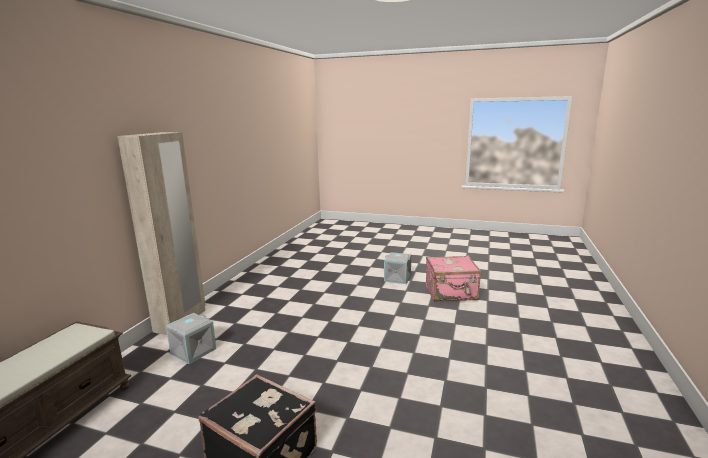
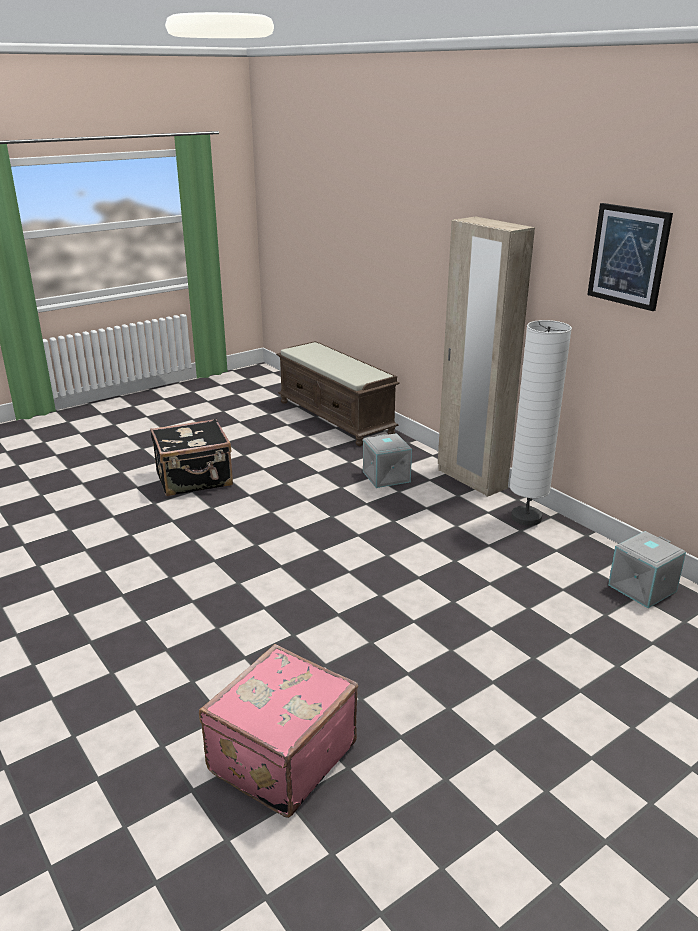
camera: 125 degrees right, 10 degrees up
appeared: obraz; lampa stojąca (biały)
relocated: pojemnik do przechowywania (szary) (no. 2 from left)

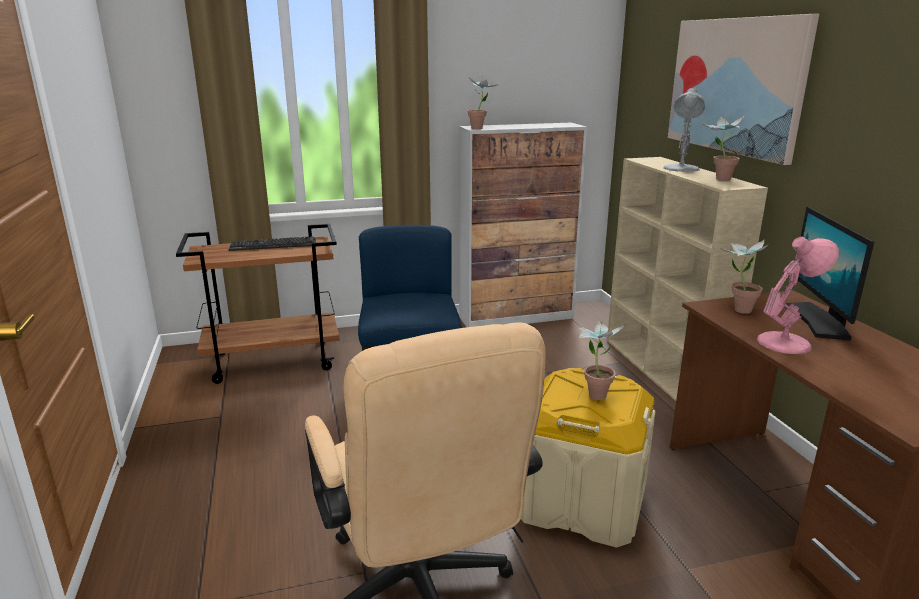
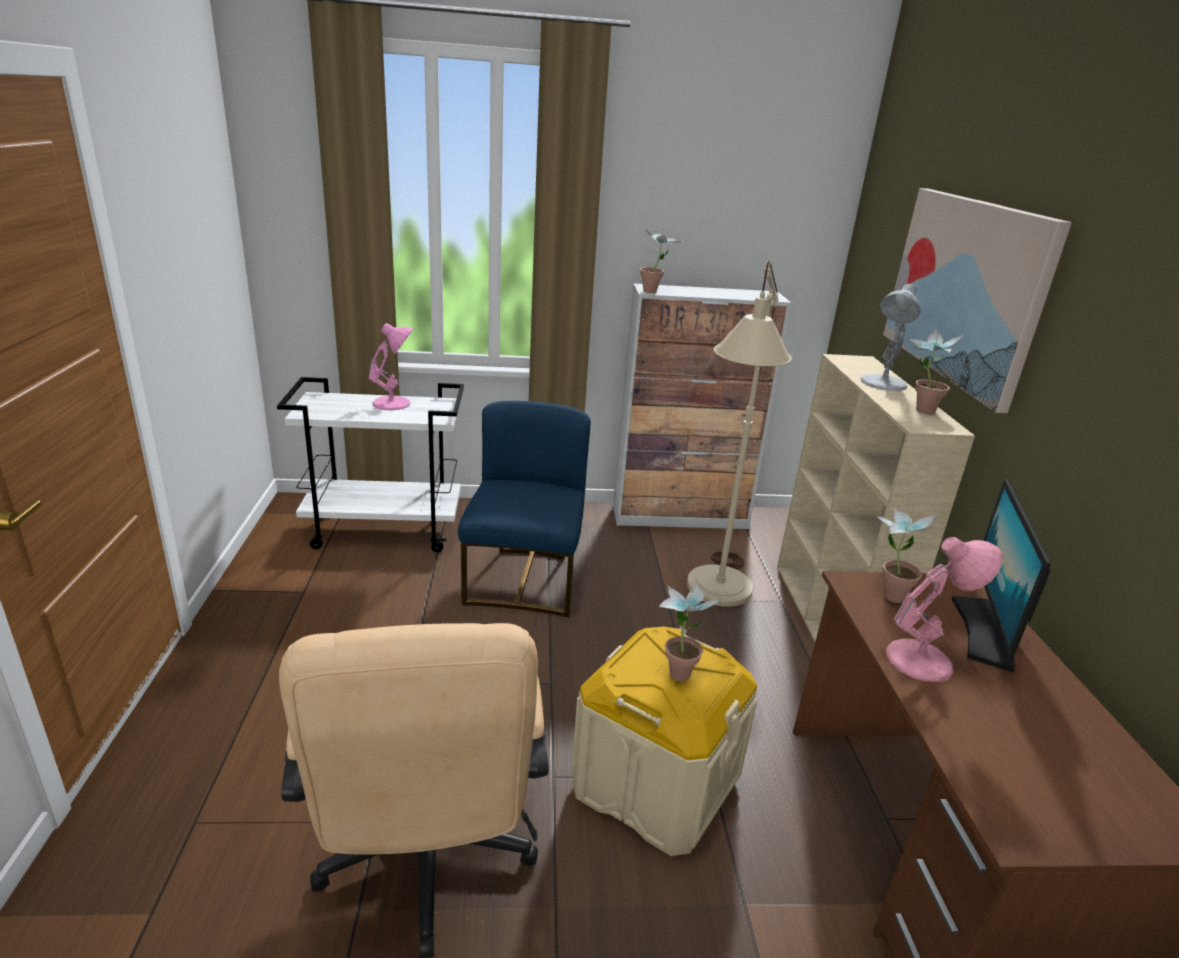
camera: 10 degrees right, 5 degrees up
appeared: lampa stojąca (beżowy)
exchanged: klawiatura to lampa stołowa (różowy) (no. 1 from left)
colour: wózek (brązowy) to wózek (biały)

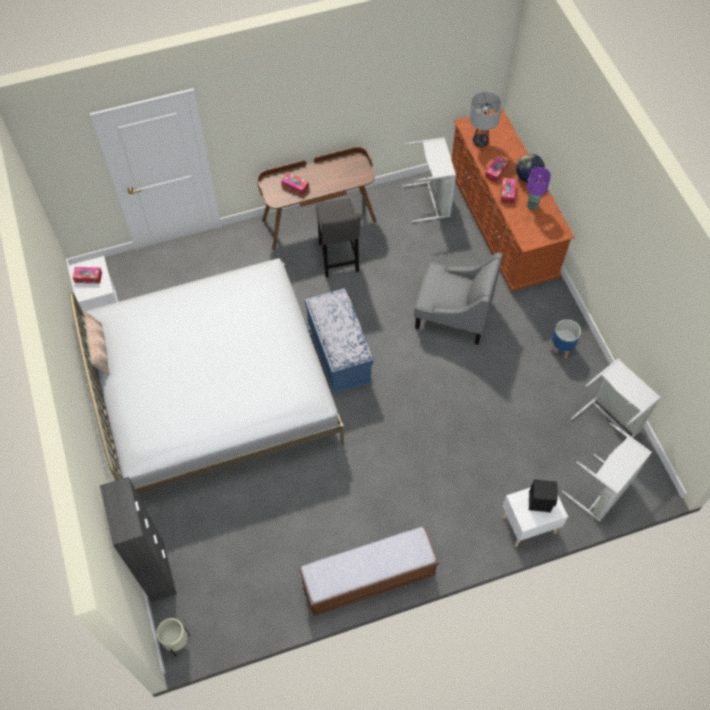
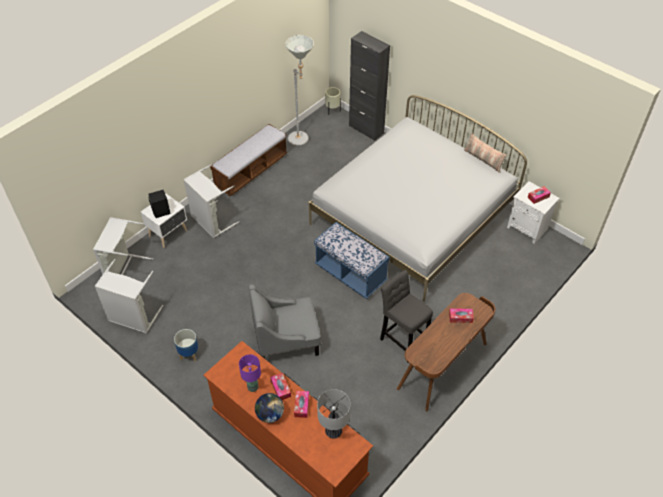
camera: 150 degrees right, 10 degrees down
appeared: lampa stojąca (szary)
relocated: kosz na pranie (szary) (no. 1 from left in the first image) to kosz na pranie (szary) (no. 3 from left)

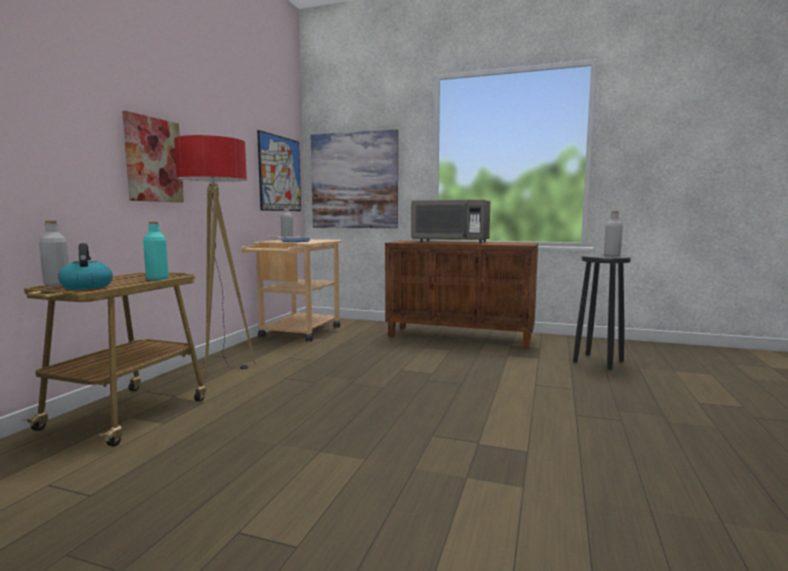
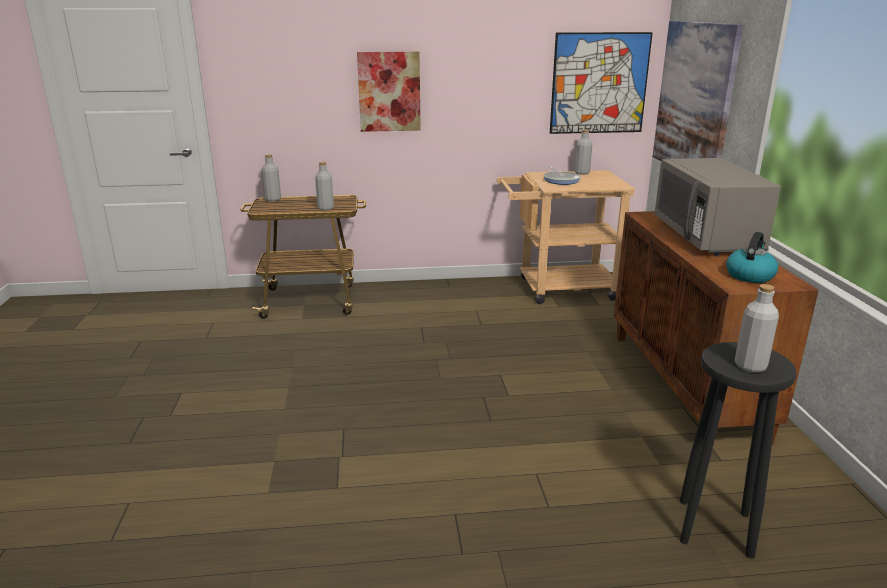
camera: 65 degrees right, 15 degrees up
missing: lampa stojąca
relocated: czajnik
colour: butelka (turkusowy) to butelka (szary) (no. 2 from left)

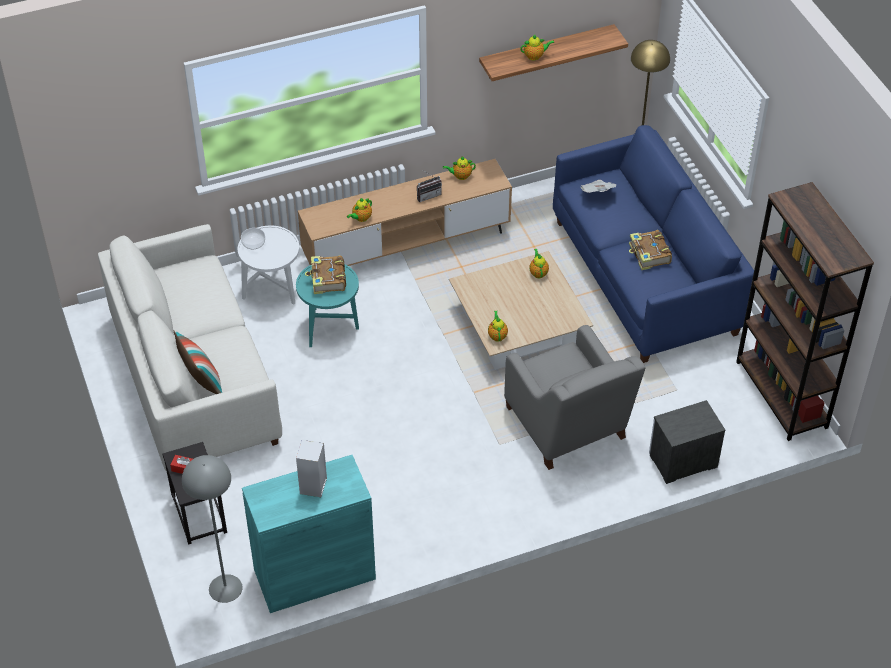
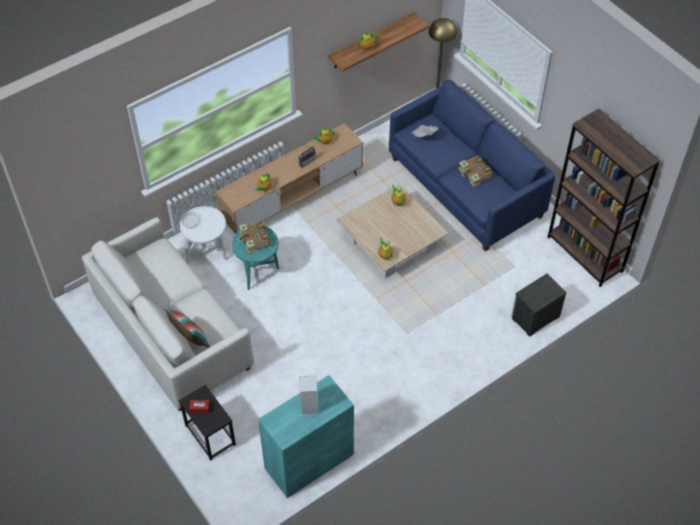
camera: 15 degrees left, 5 degrees up
missing: fotel (szary); lampa stojąca (szary)

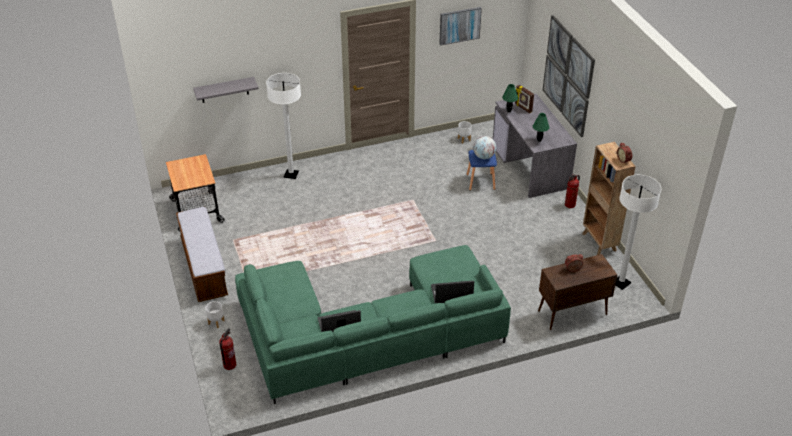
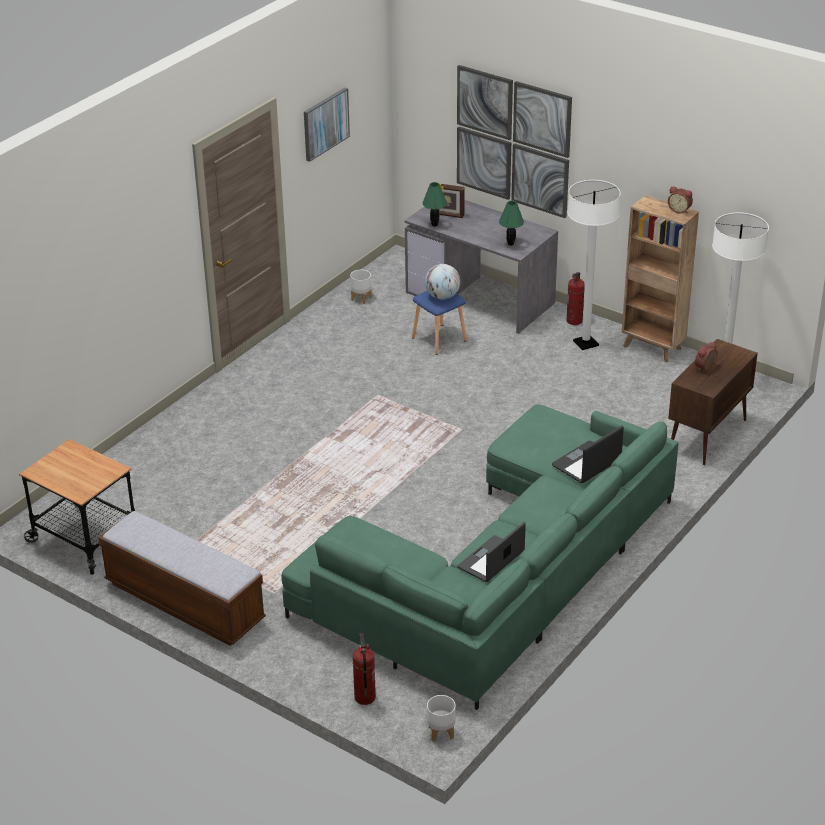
camera: 35 degrees left, 5 degrees down
missing: półka (szary)
relocated: lampa stojąca (biały) (no. 1 from left); donica (biały) (no. 1 from left in the first image) to donica (biały) (no. 2 from left)

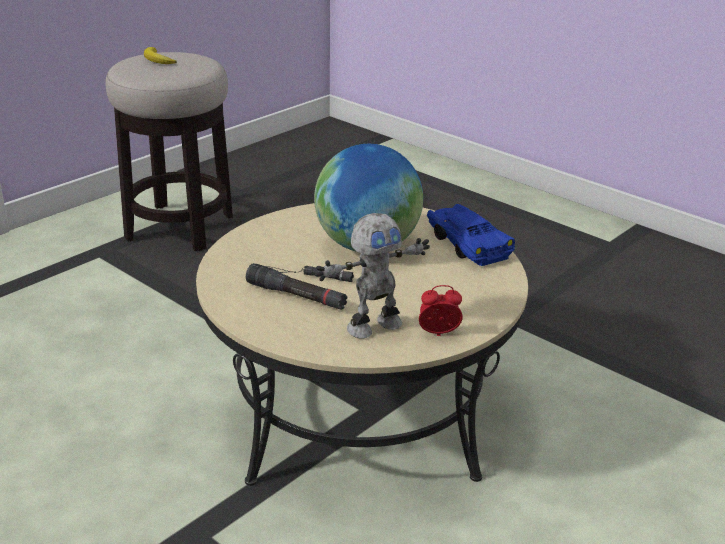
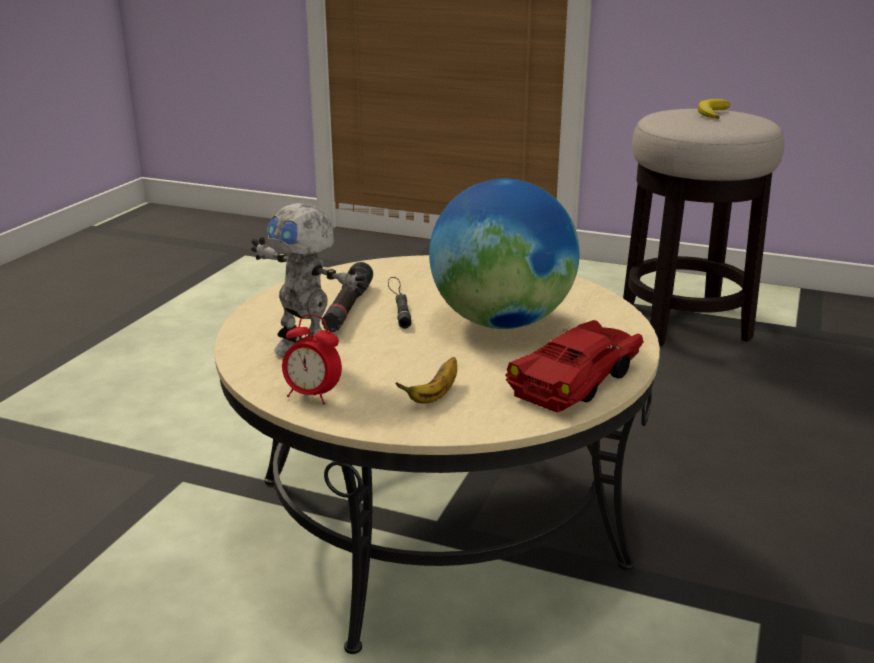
camera: 70 degrees right, 5 degrees down
appeared: banan (no. 1 from left)
colour: samochodzik (niebieski) to samochodzik (czerwony)
spun: budzik 135 degrees clockwise

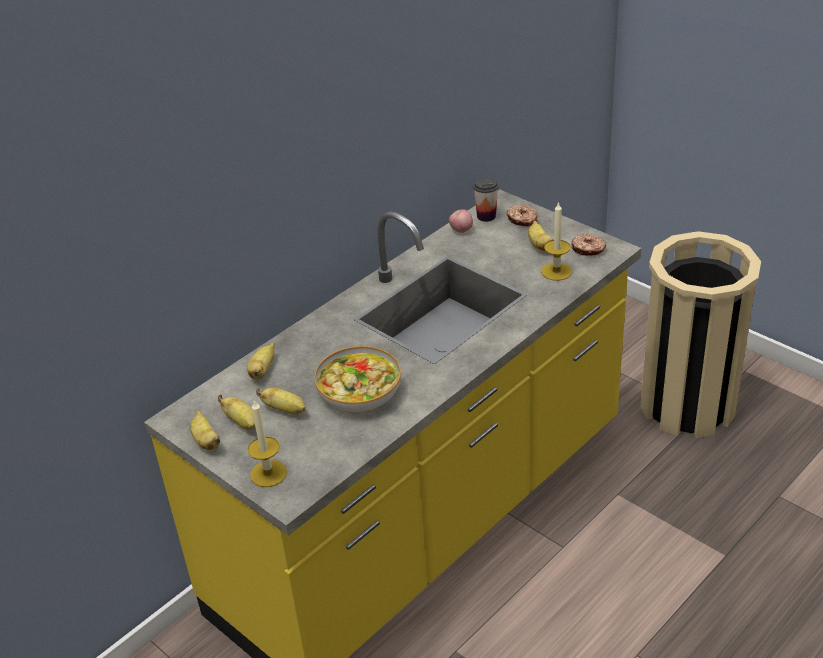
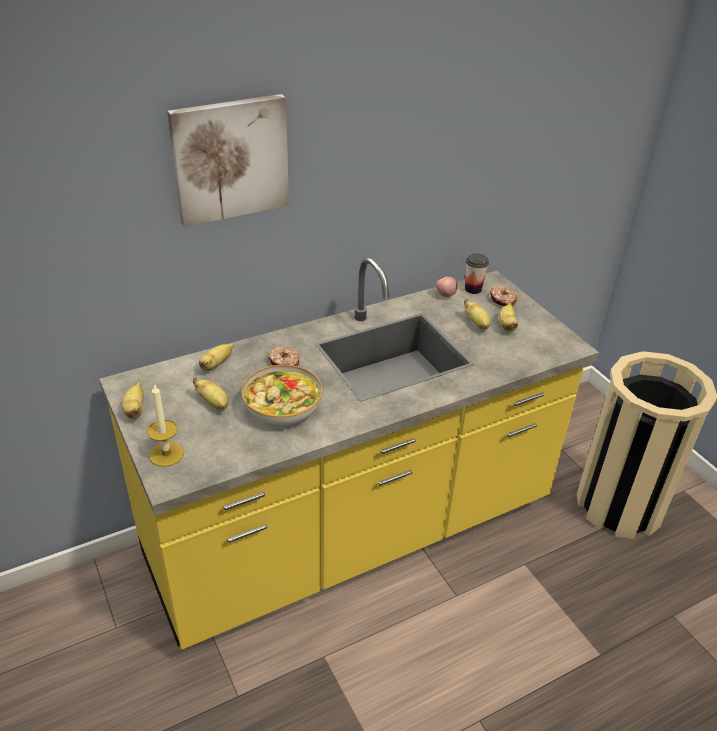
camera: 15 degrees right, 0 degrees up
missing: świeca (no. 2 from left)
appeared: obraz
relocated: donut (no. 2 from left in the first image) to donut (no. 1 from left); banan (no. 2 from left in the first image) to banan (no. 4 from left)

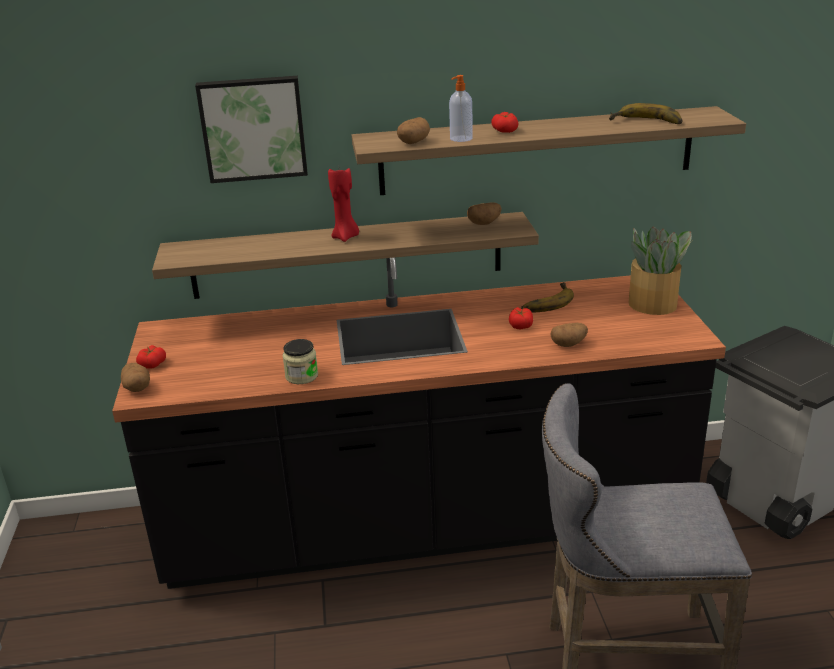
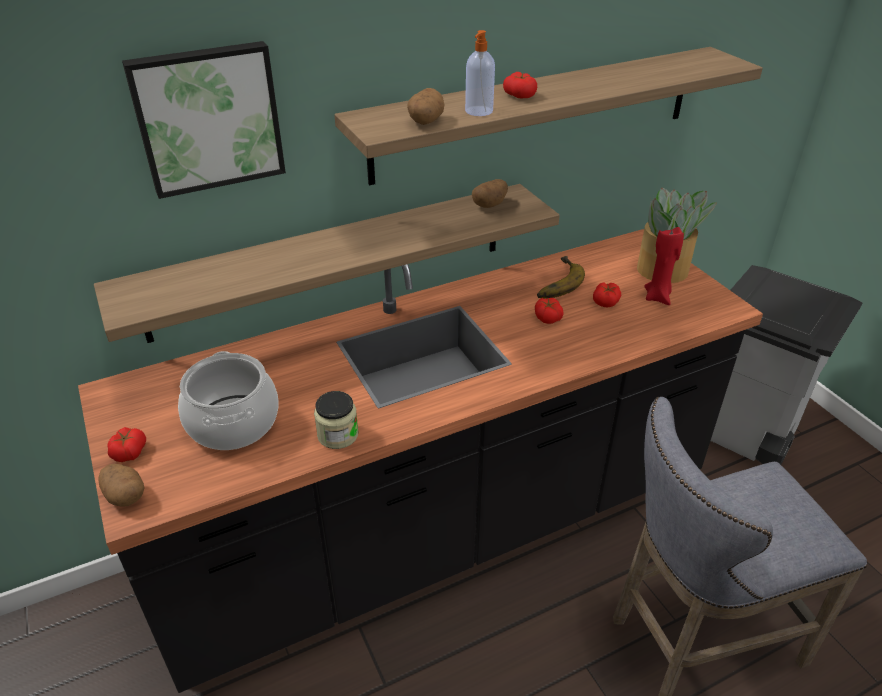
camera: 20 degrees left, 10 degrees up
missing: banan (no. 2 from left); ziemniak (no. 4 from left)
appeared: pomidor (no. 4 from left); garnek
relocated: świeca (czerwony)

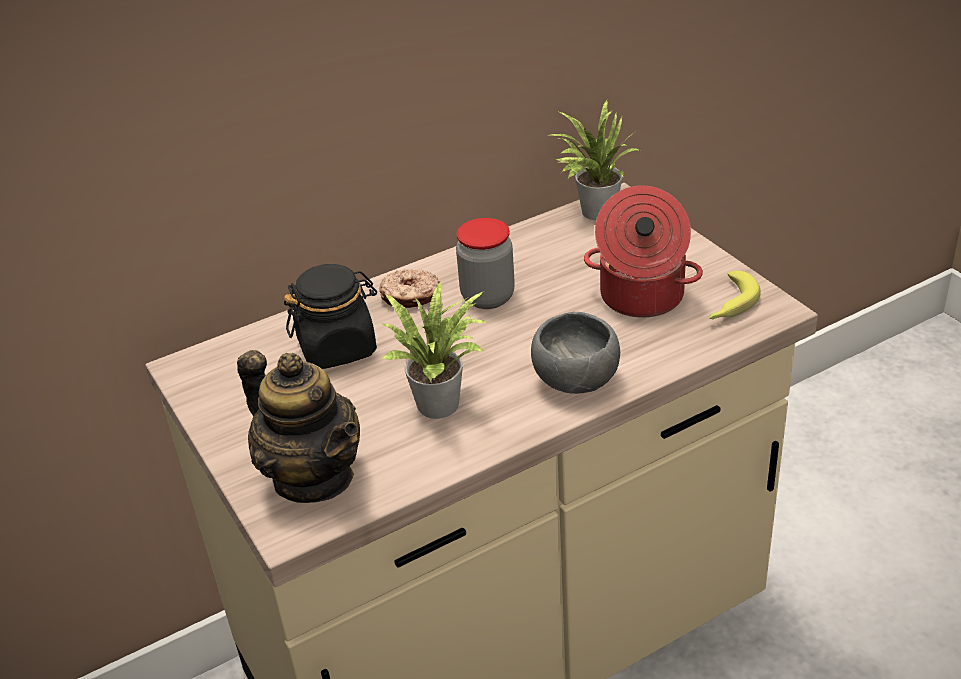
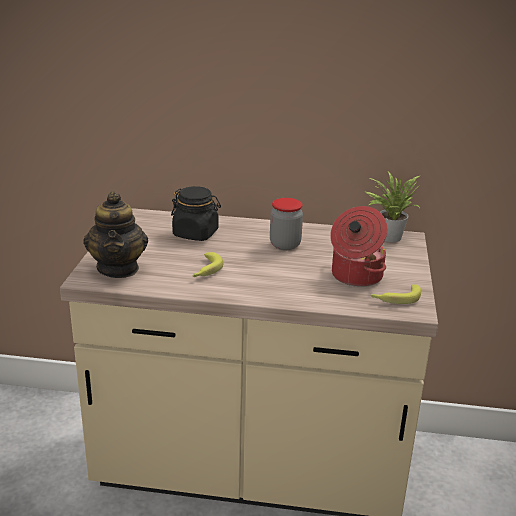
camera: 35 degrees right, 10 degrees down
missing: donut; miska (szary)
exchanged: roślina doniczkowa (no. 1 from left) to banan (no. 1 from left)

